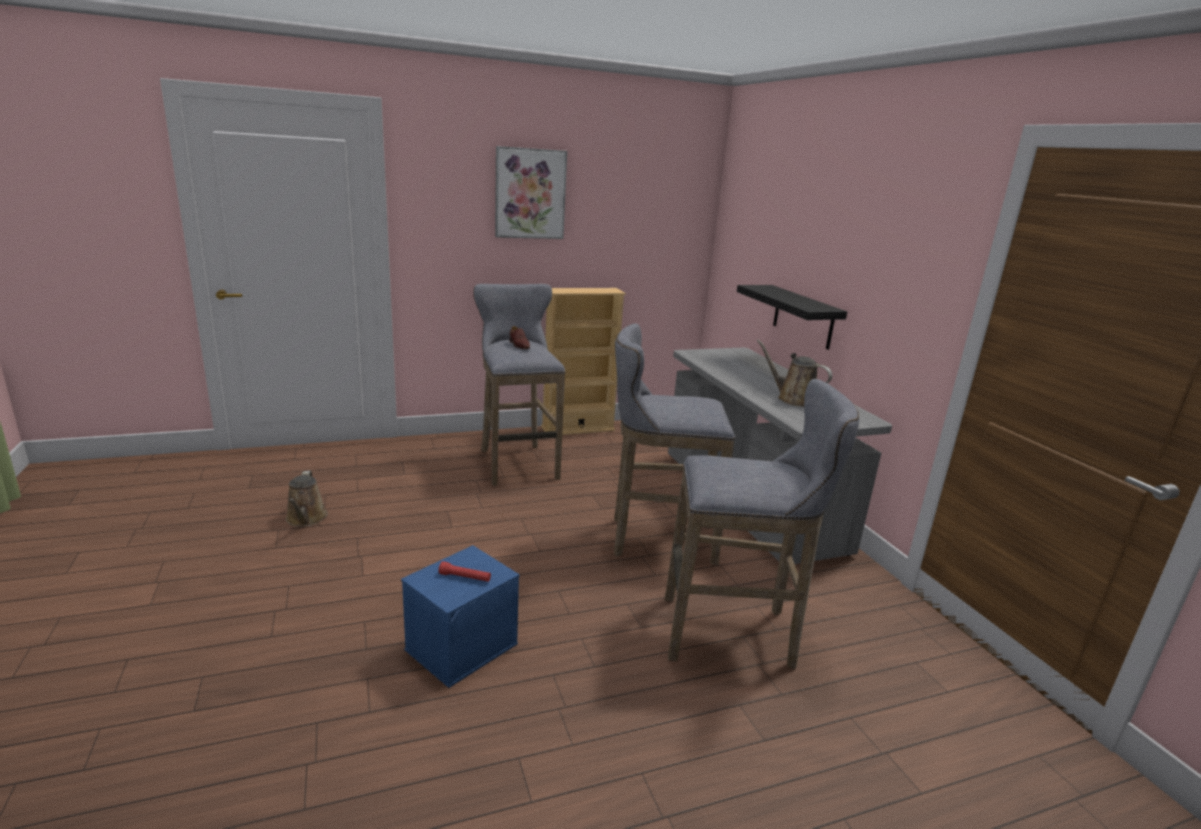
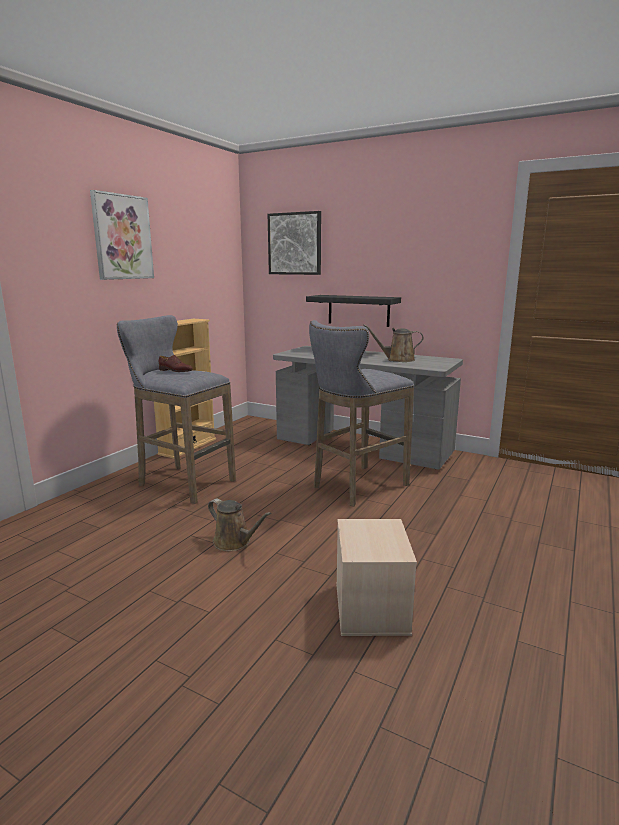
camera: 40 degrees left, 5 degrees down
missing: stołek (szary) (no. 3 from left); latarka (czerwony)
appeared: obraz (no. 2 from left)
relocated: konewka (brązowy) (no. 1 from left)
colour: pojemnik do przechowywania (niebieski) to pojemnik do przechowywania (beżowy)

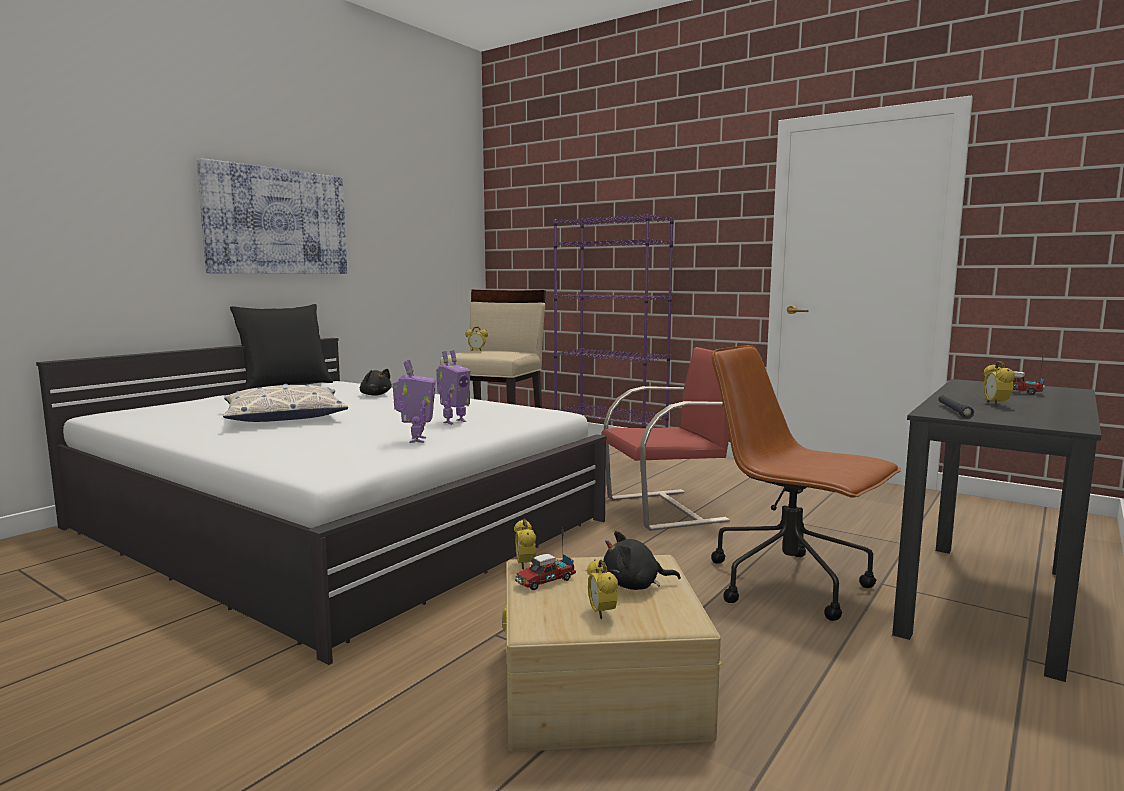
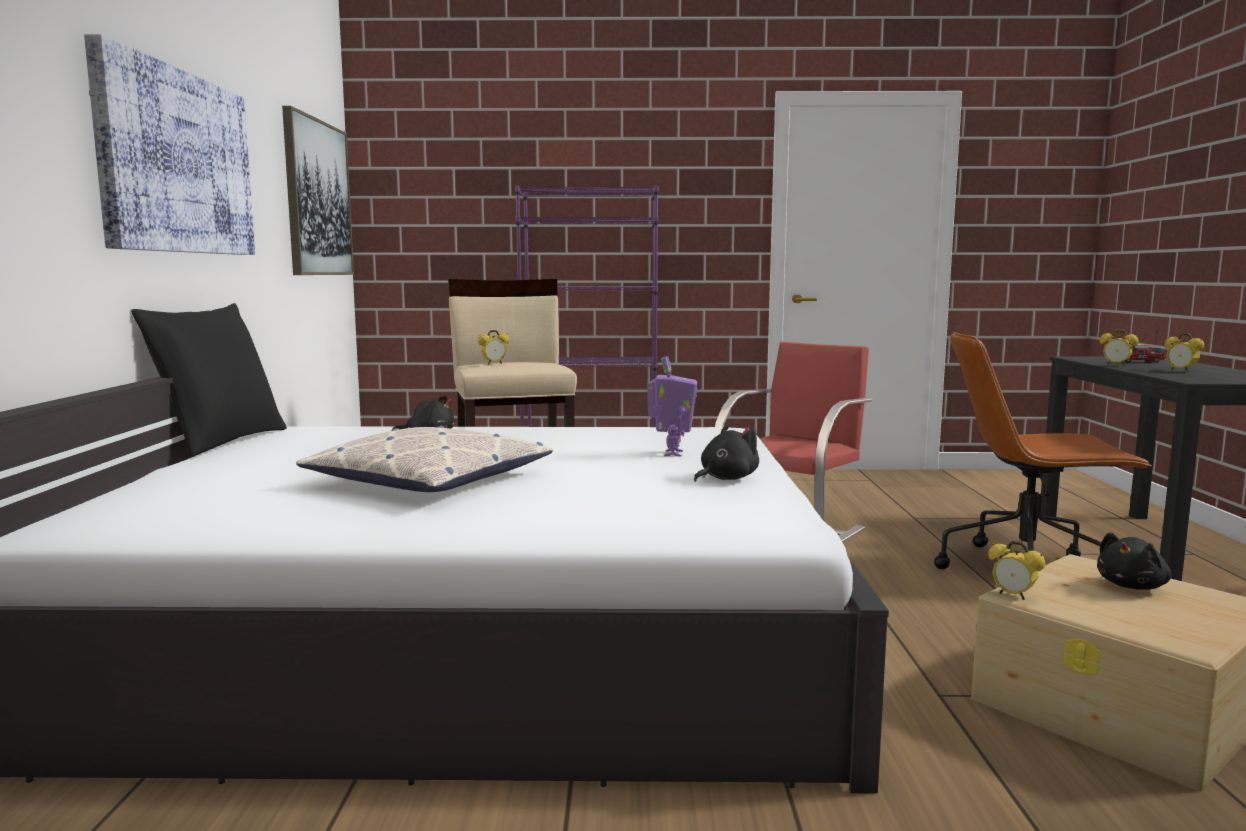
camera: 35 degrees left, 0 degrees up
missing: latarka (czarny); ciężarówka zabawkowa (no. 1 from left)
appeared: obraz (no. 2 from left)
relocated: budzik (no. 3 from left)
exchanged: robot zabawkowy (no. 1 from left) to pluszak (czarny) (no. 2 from left)

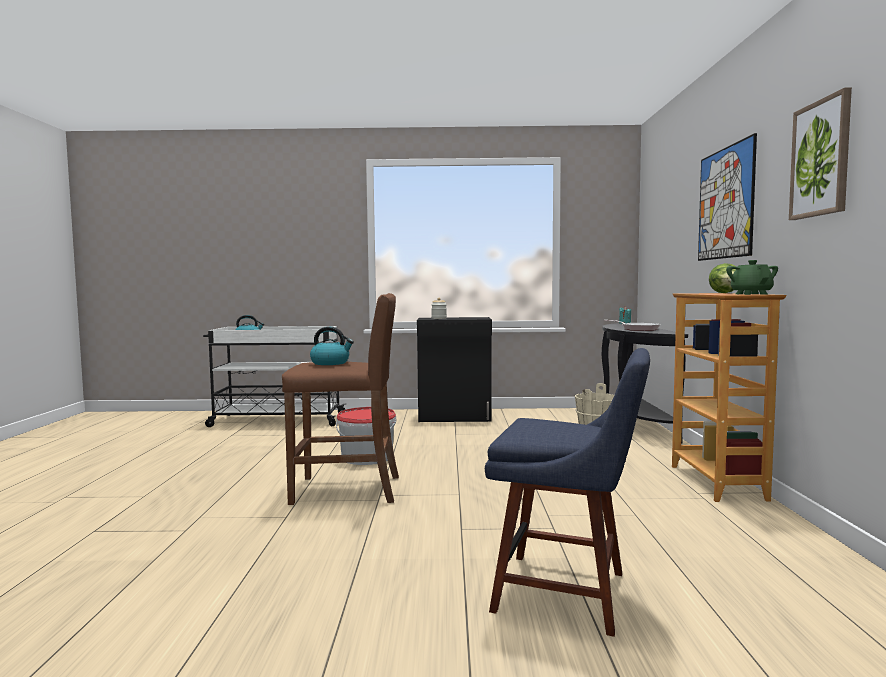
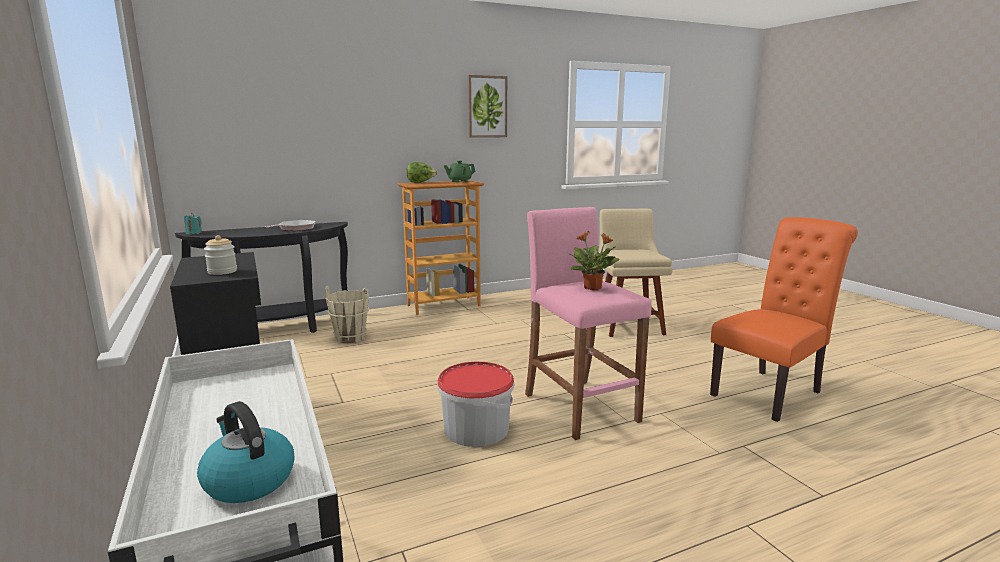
camera: 115 degrees left, 10 degrees up
missing: obraz (no. 1 from left)
appeared: krzesło (pomarańczowy)
exchanged: czajnik (no. 2 from left) to roślina doniczkowa
colour: stołek (brązowy) to stołek (różowy); krzesło (niebieski) to krzesło (beżowy)

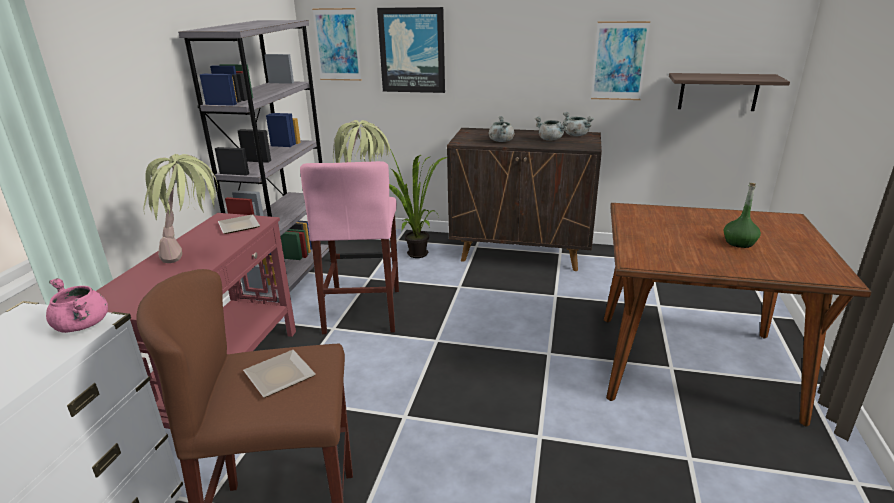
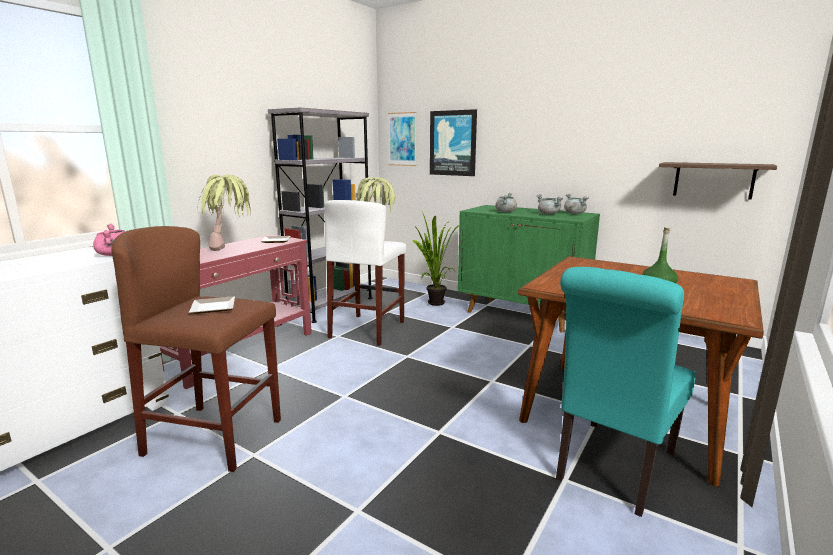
camera: 20 degrees right, 10 degrees down
missing: obraz (no. 3 from left)
appeared: krzesło (turkusowy)
colour: szafka (brązowy) to szafka (zielony); stołek (różowy) to stołek (biały)

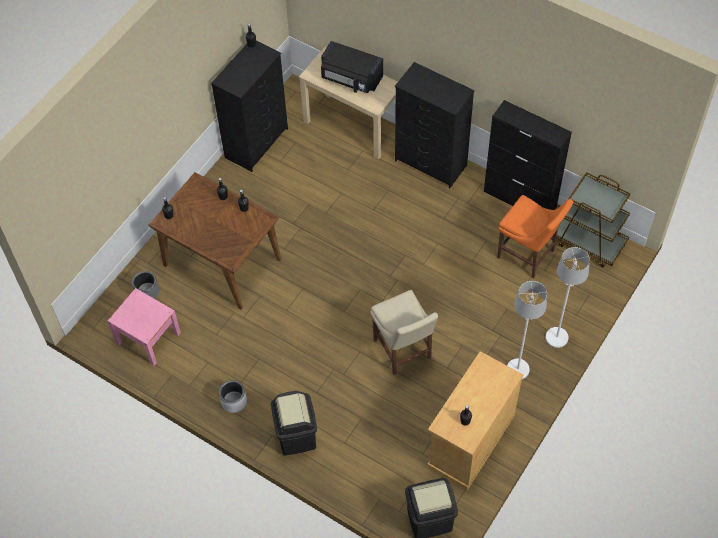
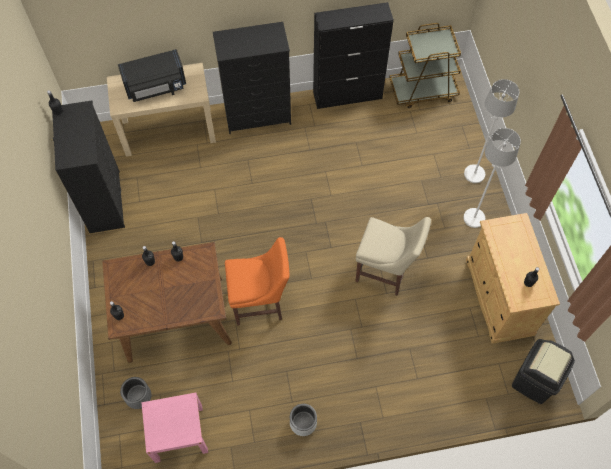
camera: 45 degrees left, 5 degrees up
missing: kosz na śmieci (czarny) (no. 1 from left)
relocated: krzesło (pomarańczowy)

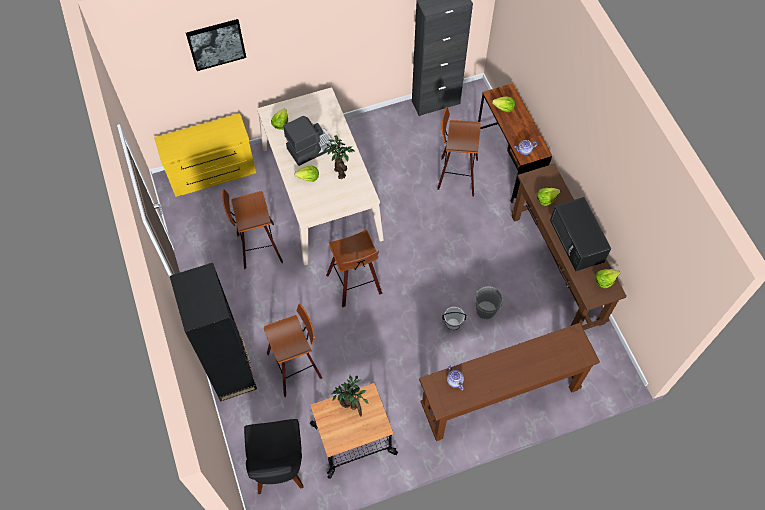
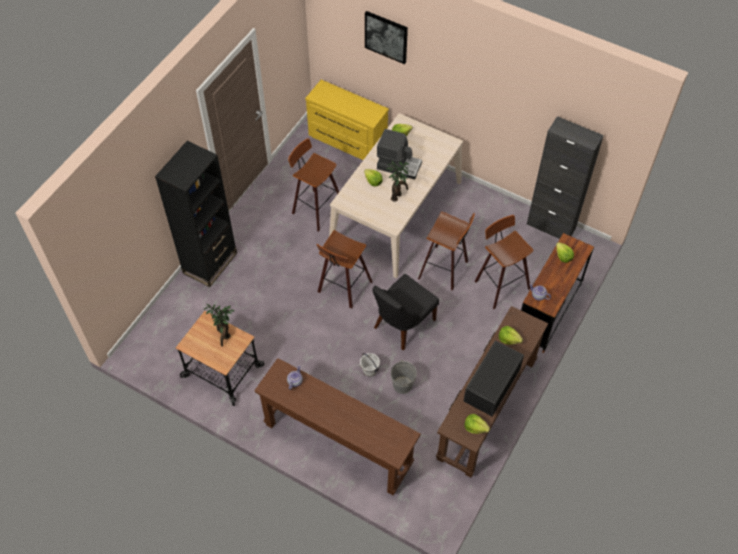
camera: 50 degrees right, 5 degrees down
relocated: stołek (no. 2 from left in the first image) to stołek (no. 3 from left); krzesło (czarny)

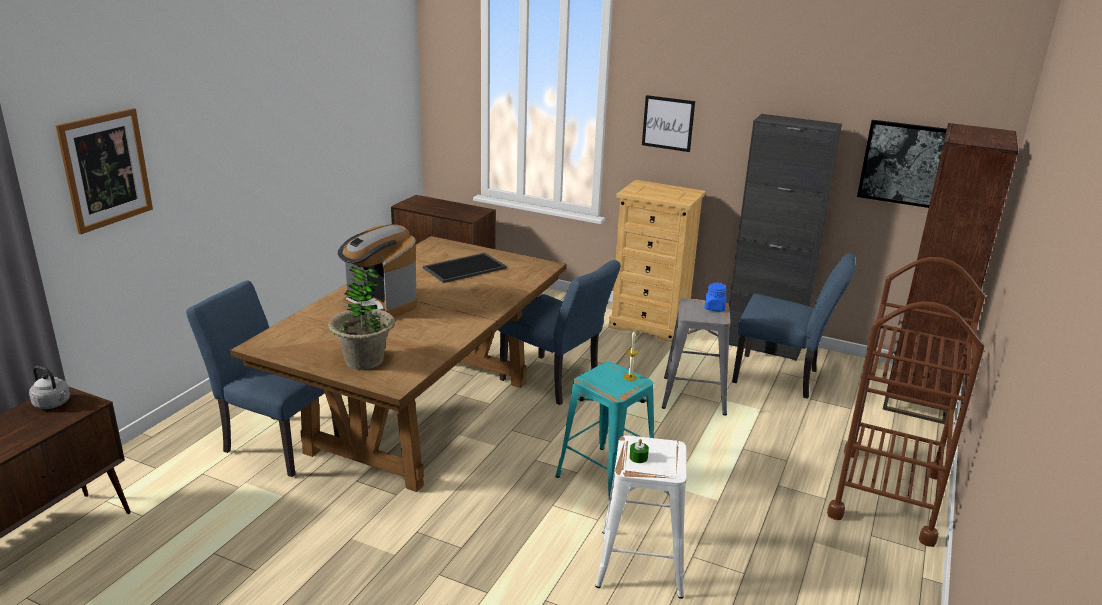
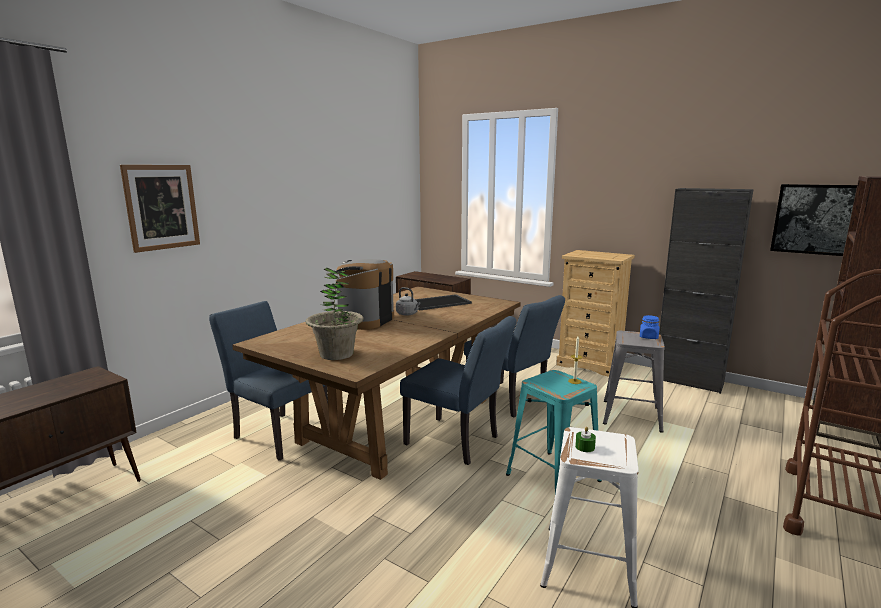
camera: 10 degrees right, 10 degrees down
missing: obraz (no. 2 from left)
relocated: krzesło (niebieski) (no. 3 from left in the first image) to krzesło (niebieski) (no. 2 from left); czajnik (szary)
spun: ekspres do kawy 60 degrees clockwise

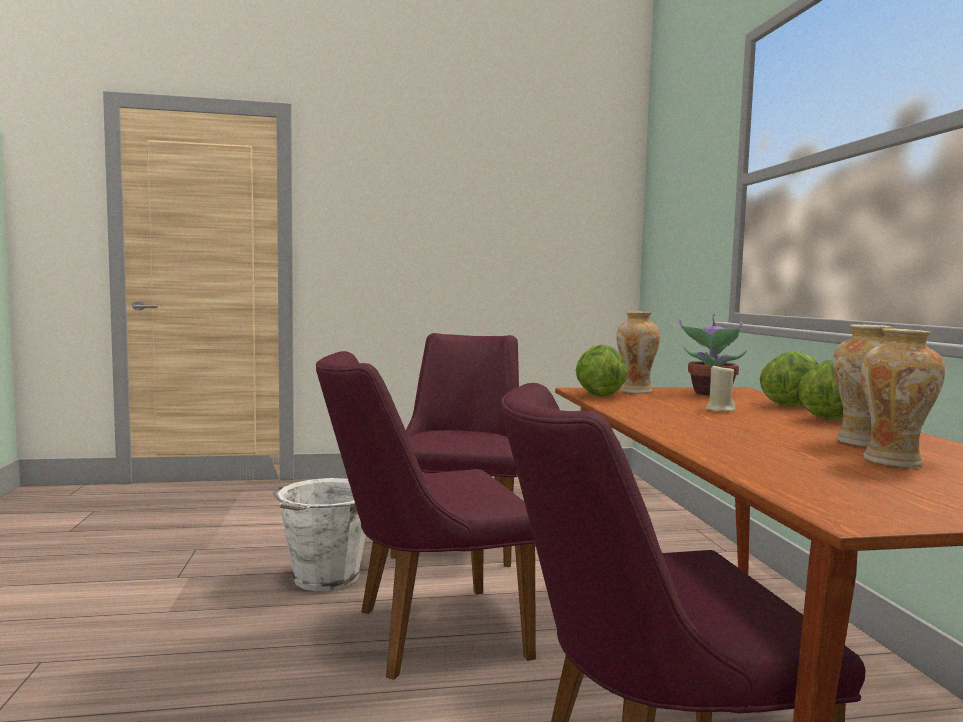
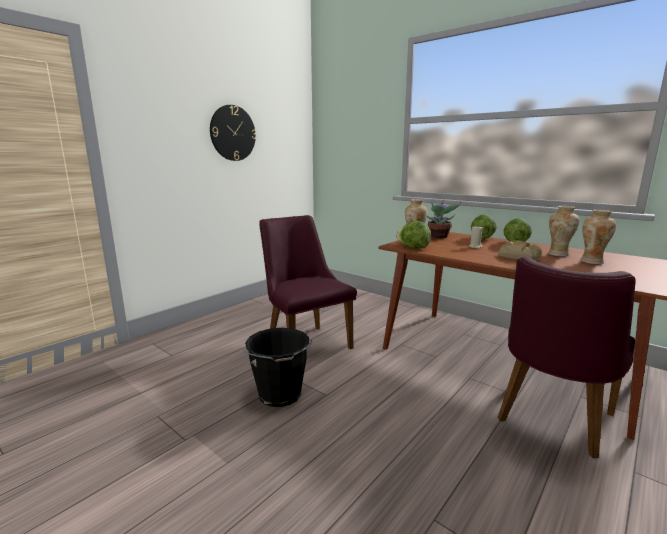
camera: 40 degrees left, 10 degrees up
missing: krzesło (fioletowy) (no. 1 from left)
appeared: zegar ścienny; chleb
colour: wiadro (biały) to wiadro (czarny)

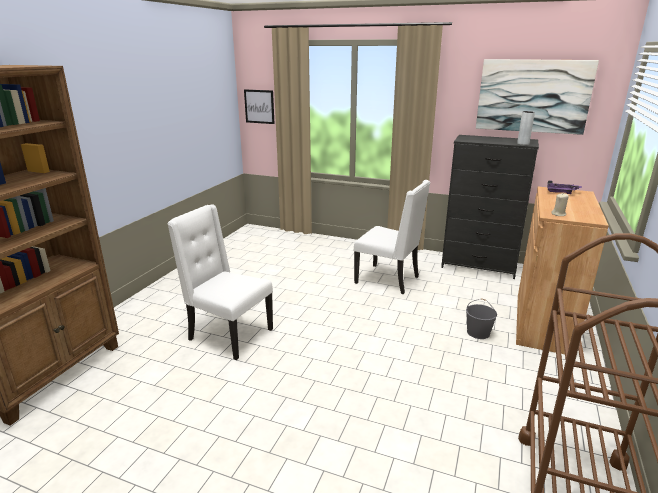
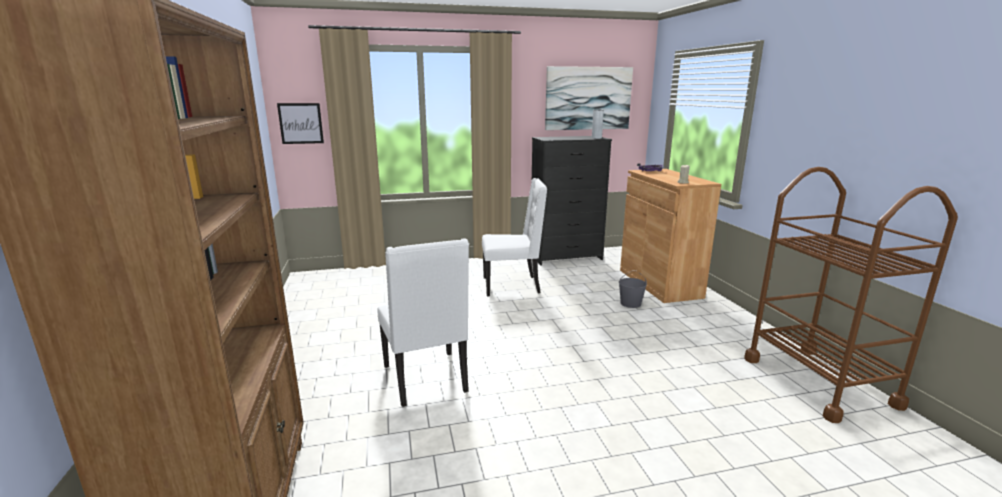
camera: 35 degrees left, 5 degrees down
spun: krzesło (biały) (no. 1 from left) 105 degrees counterclockwise

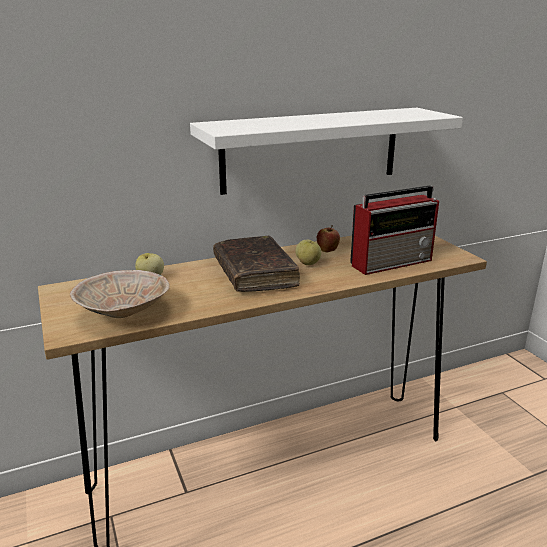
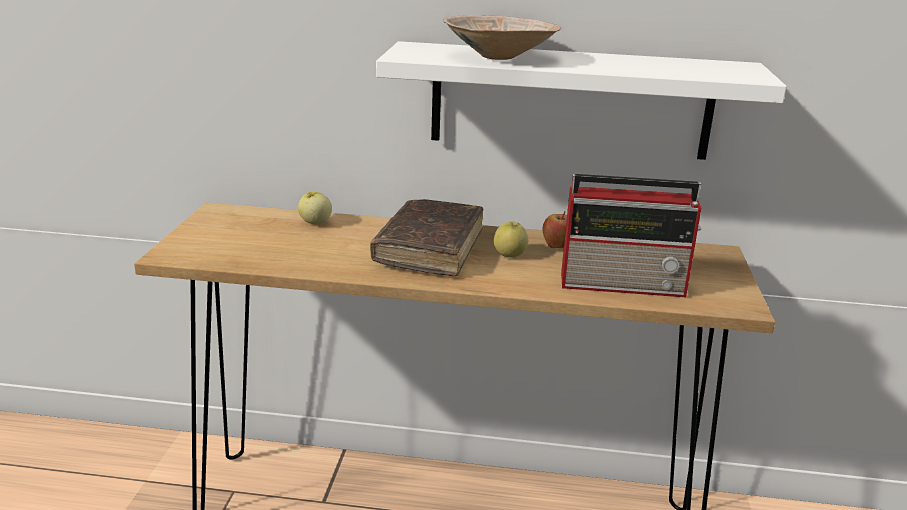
camera: 30 degrees right, 0 degrees up
relocated: miska (beżowy)

